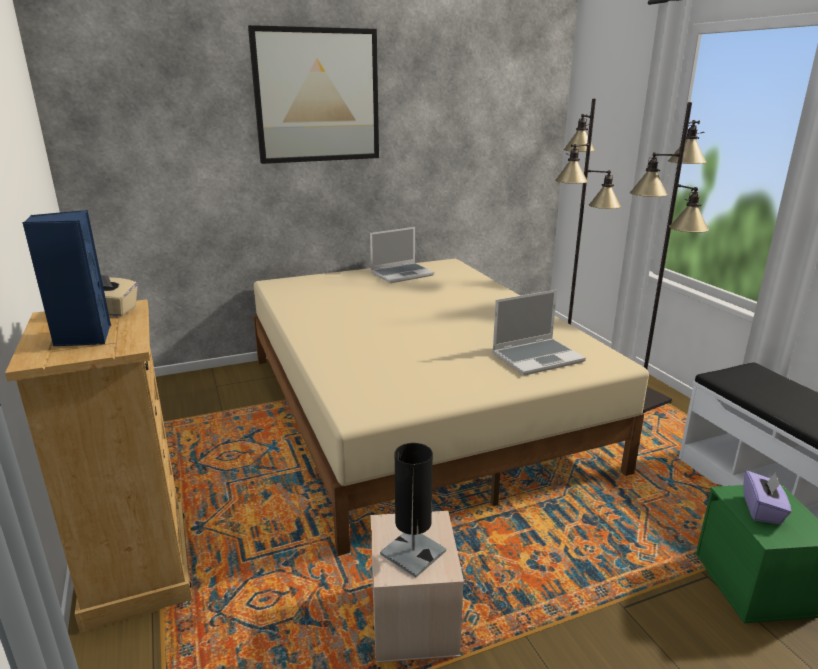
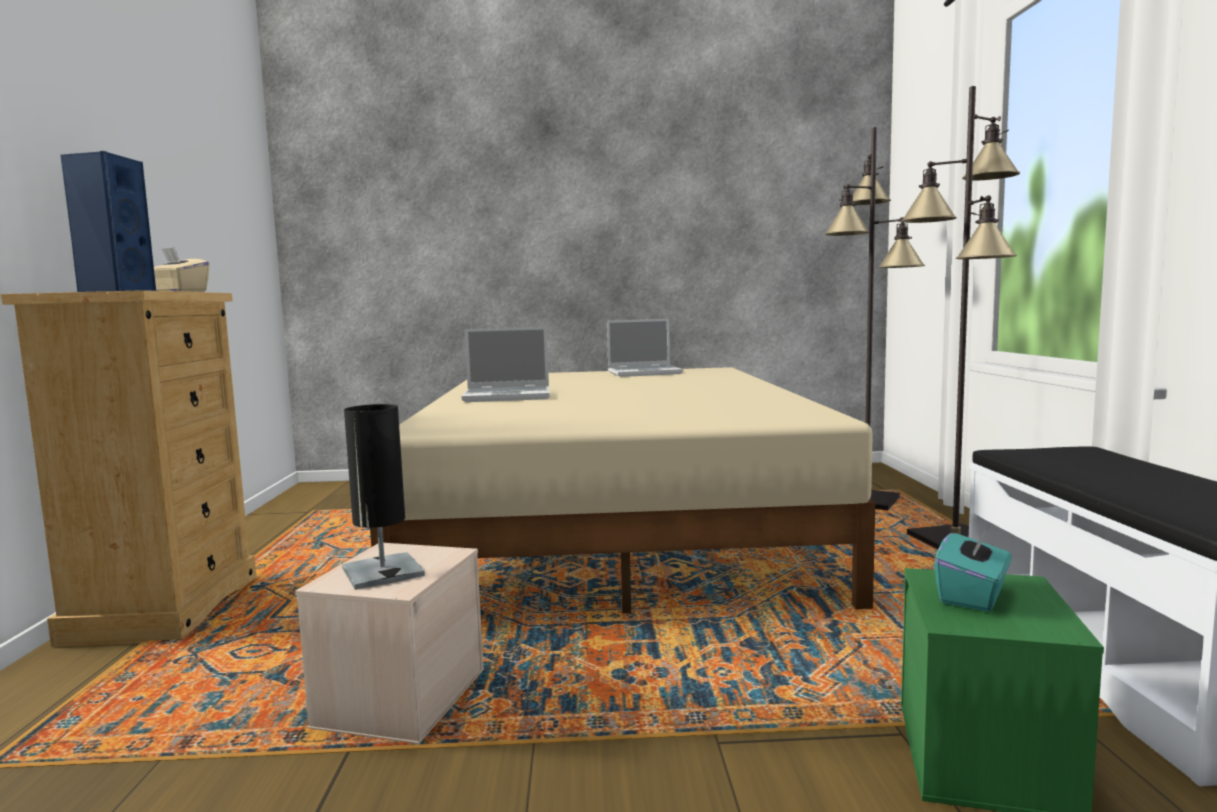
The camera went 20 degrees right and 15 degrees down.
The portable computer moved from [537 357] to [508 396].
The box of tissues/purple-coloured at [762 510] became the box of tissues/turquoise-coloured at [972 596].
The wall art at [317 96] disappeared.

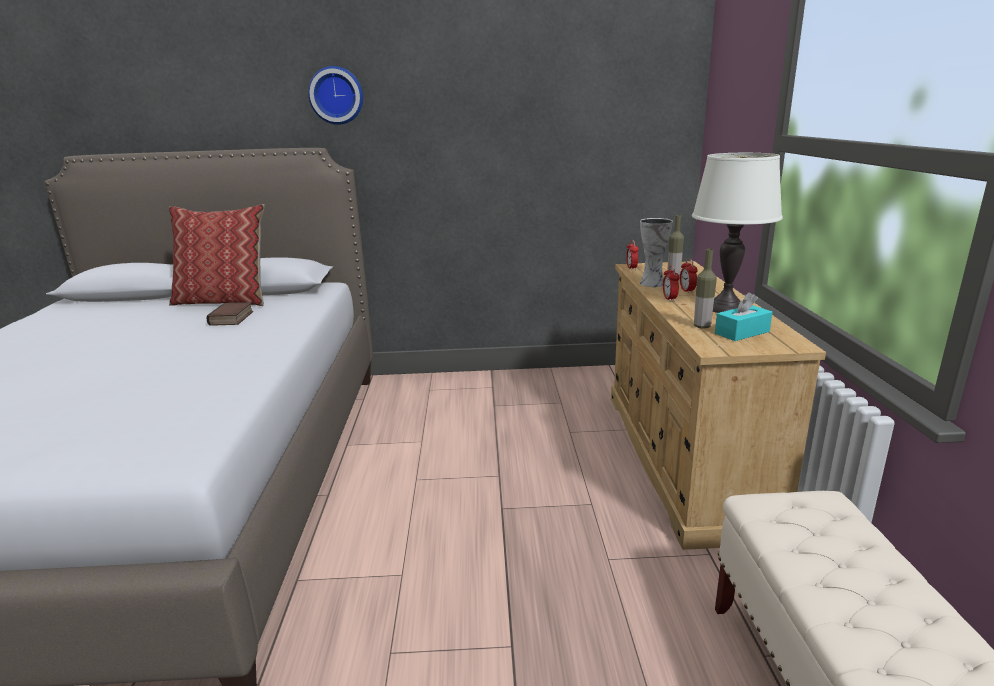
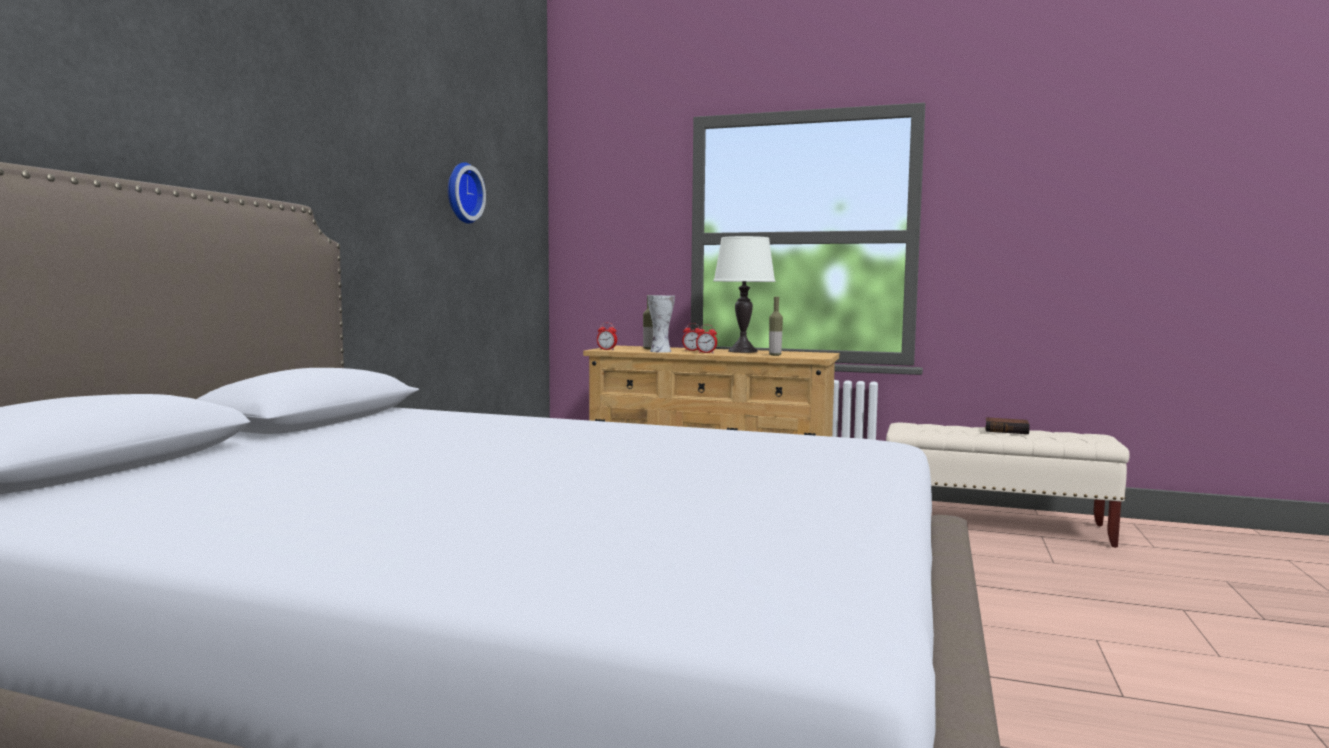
The camera went 70 degrees left and 15 degrees down.
The hanging clock moved from [336 95] to [461 193].
The volume moved from [232 318] to [1007 430].
The throw pillow at [225 301] disappeared.
The box of tissues/turquoise-coloured at [742 332] disappeared.

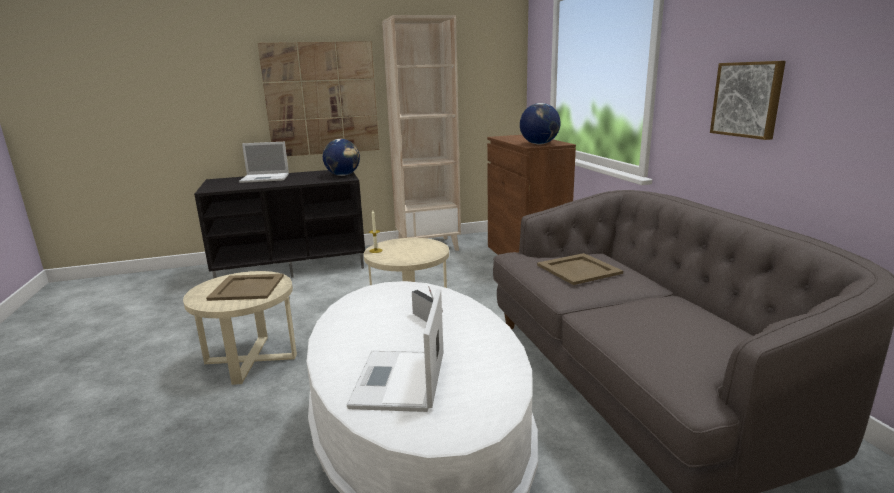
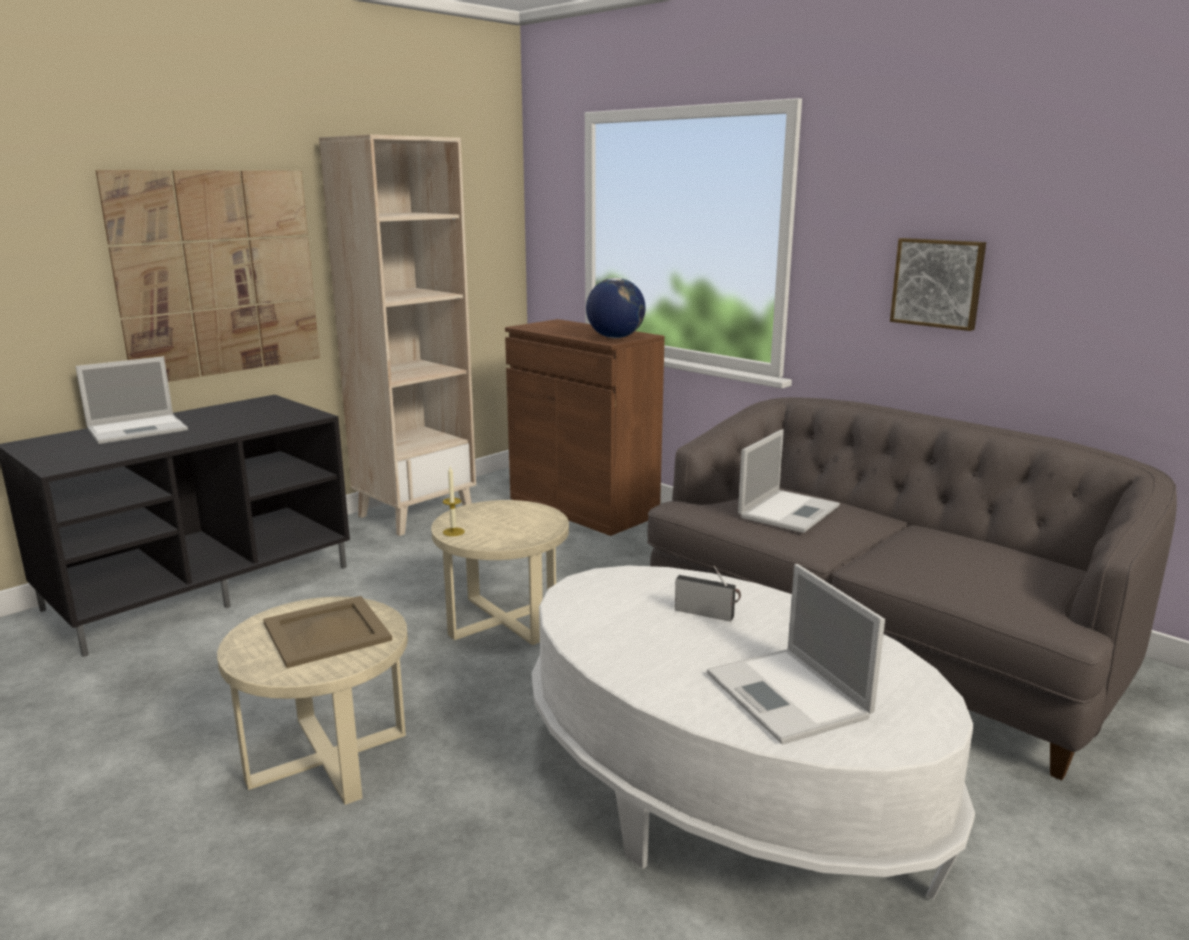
The camera went 30 degrees left and 0 degrees up.
The serving tray/beige at [579 269] was replaced by the portable computer at [789 511].
The desk globe at [343 175] disappeared.

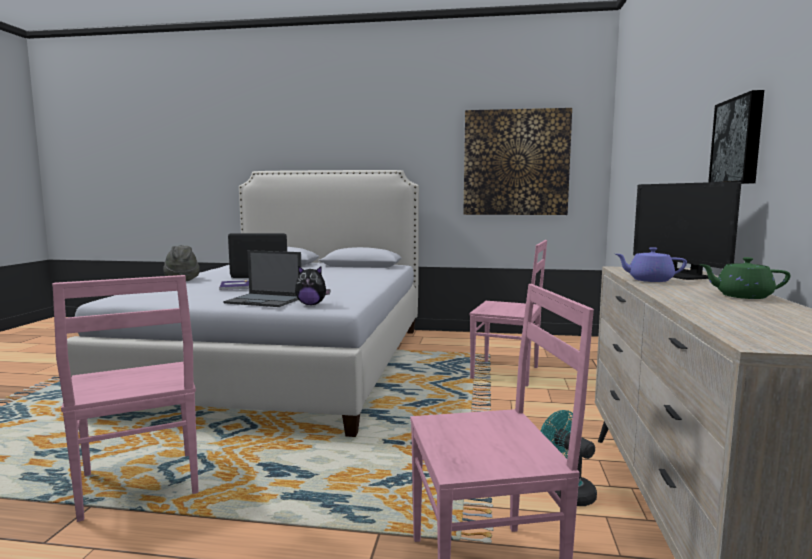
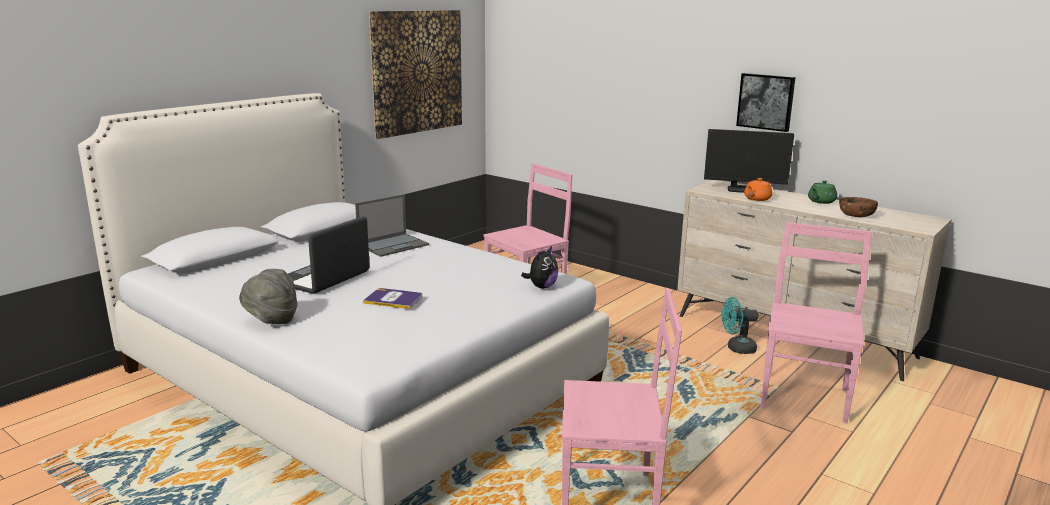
The camera went 60 degrees left and 10 degrees up.
The portable computer moved from [265 301] to [394 245].
The teapot/purple-coloured at [649 280] became the teapot/orangey at [757 199].
The bowl/brown at [856 215] appeared.

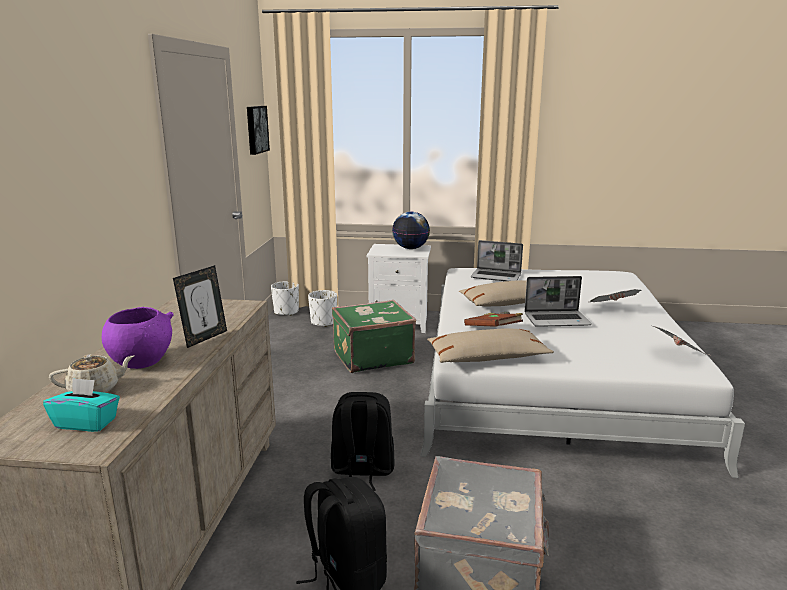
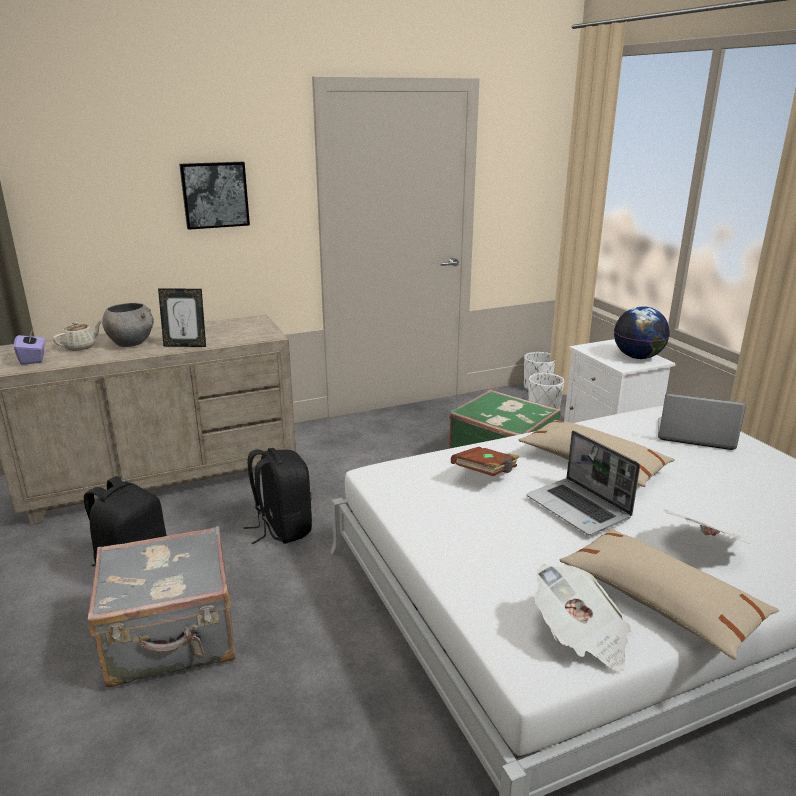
The camera went 60 degrees right and 5 degrees up.
The box of tissues/turquoise-coloured at [86 423] became the box of tissues/purple-coloured at [33 359].
The teapot/beige at [95 390] turned 90 degrees counterclockwise.
The bowl/purple-coloured at [141 361] became the bowl/grey at [131 343].
The wall art moved from [256 129] to [214 195].
The throw pillow/beige moved from [487 357] to [660 602].
The portable computer at [496 276] turned 120 degrees clockwise.

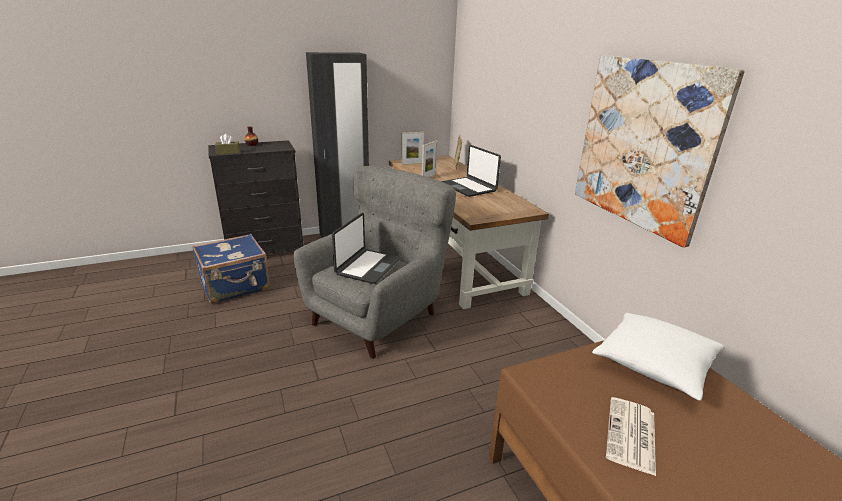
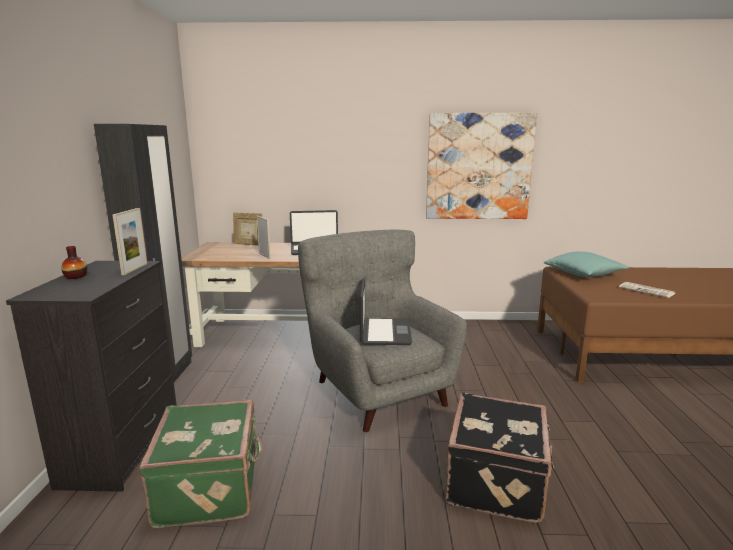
The camera went 65 degrees left and 10 degrees down.
The picture frame moved from [412 164] to [135 269].
The travel case/blue-coloured at [235 286] became the travel case/green-coloured at [211 487].
The portable computer at [367 267] turned 45 degrees clockwise.
The travel case/black-coloured at [497 482] appeared.
The throw pillow/whitish at [654 364] became the throw pillow/turquoise-coloured at [584 274].
The box of tissues/brown at [228 152] disappeared.

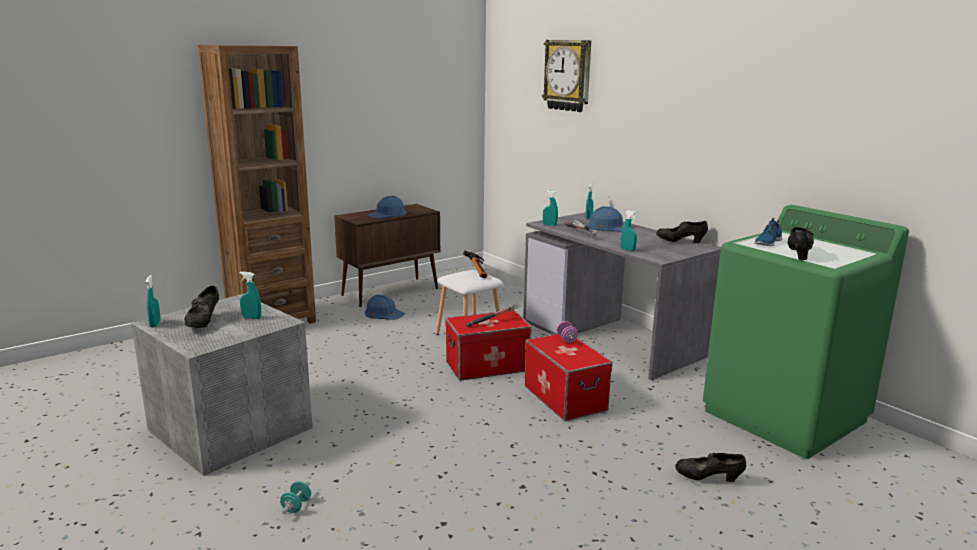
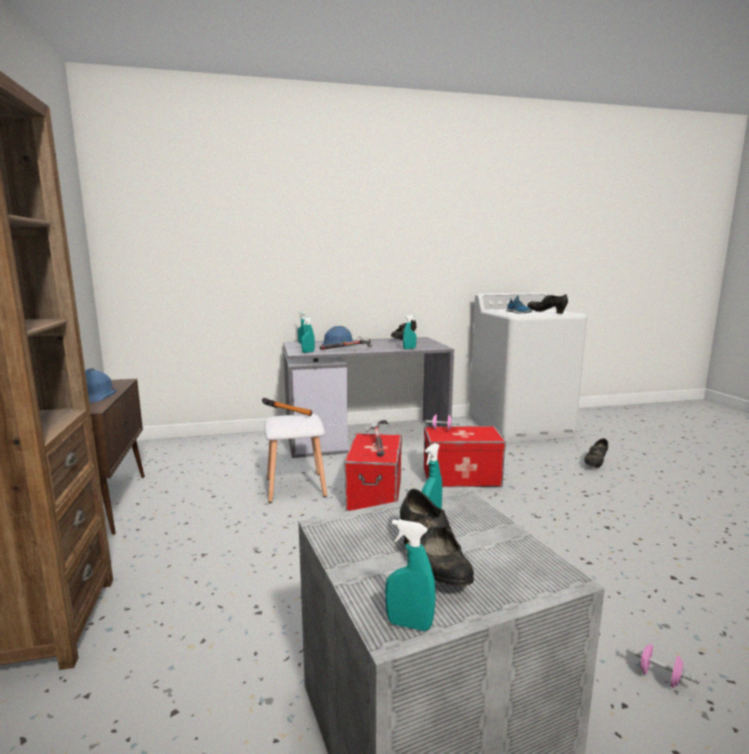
The camera went 65 degrees left and 5 degrees down.
The low shoe/black-coloured at [203 323] turned 45 degrees clockwise.
The washing machine/green-coloured at [785 416] became the washing machine/whitish at [520 426].
The dumbbell/turquoise-coloured at [296 506] became the dumbbell/pinkish at [659 677].
The safety helmet/blue-coloured at [383 313] disappeared.
The hanging clock at [568 75] disappeared.

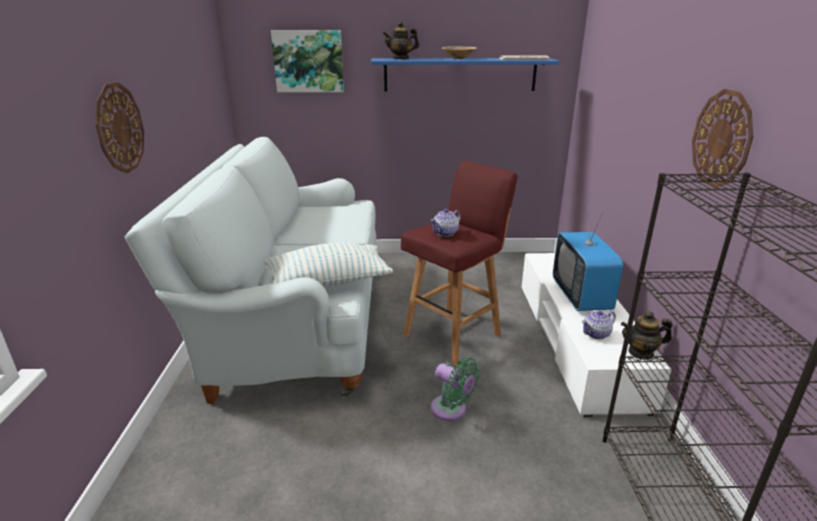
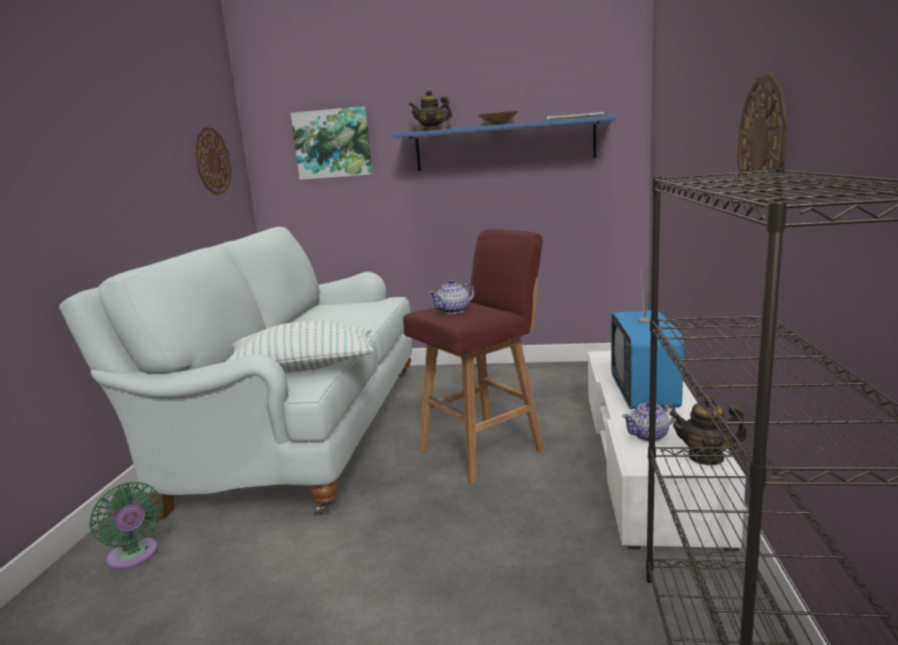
The camera went 10 degrees right and 10 degrees down.
The fan/green-coloured moved from [451 410] to [134 557].
The hanging clock moved from [119 128] to [212 161].

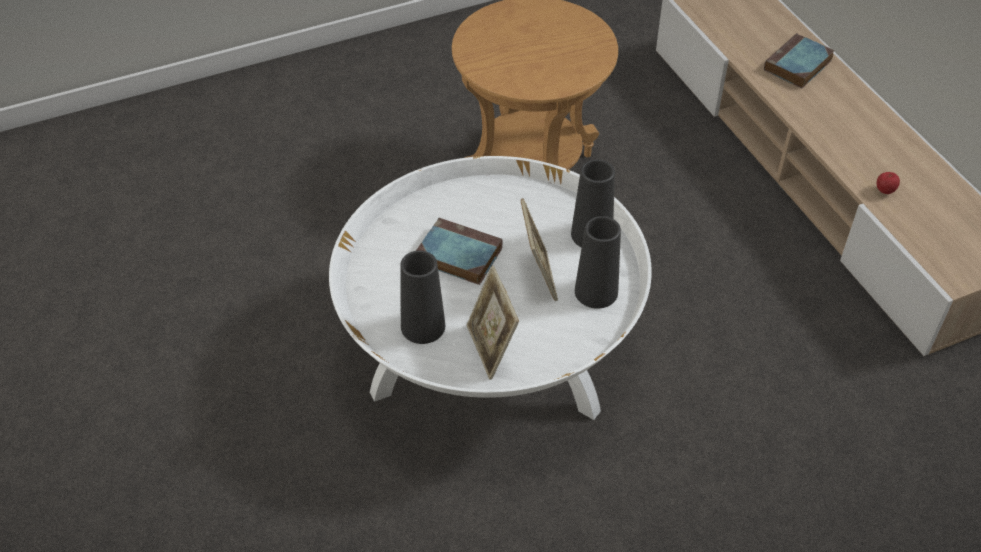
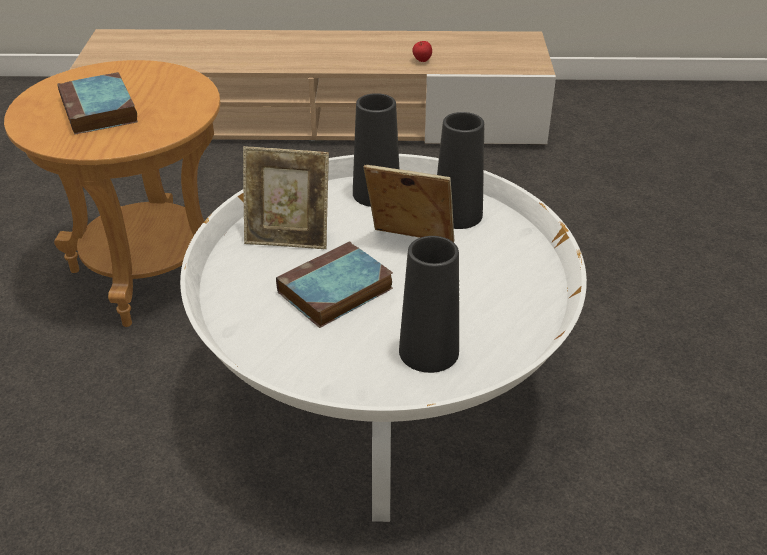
The camera went 65 degrees left and 10 degrees down.
The volume moved from [797 66] to [100 111].
The picture frame moved from [491 349] to [288 237].

